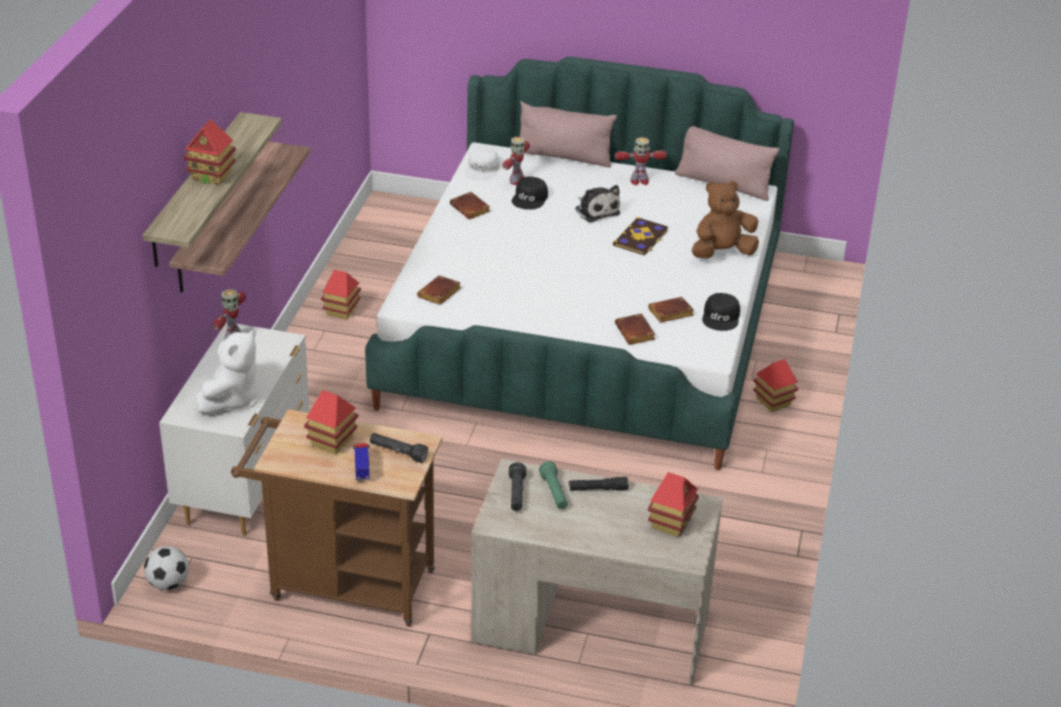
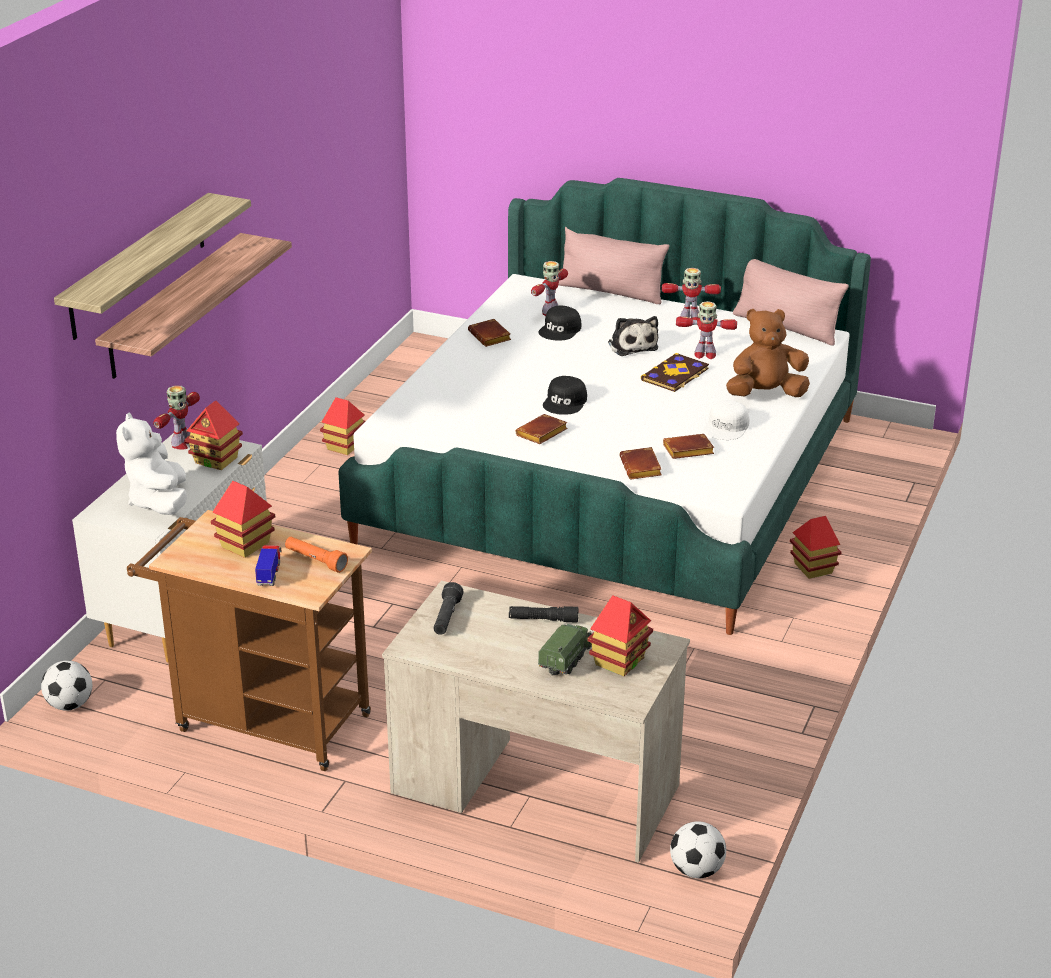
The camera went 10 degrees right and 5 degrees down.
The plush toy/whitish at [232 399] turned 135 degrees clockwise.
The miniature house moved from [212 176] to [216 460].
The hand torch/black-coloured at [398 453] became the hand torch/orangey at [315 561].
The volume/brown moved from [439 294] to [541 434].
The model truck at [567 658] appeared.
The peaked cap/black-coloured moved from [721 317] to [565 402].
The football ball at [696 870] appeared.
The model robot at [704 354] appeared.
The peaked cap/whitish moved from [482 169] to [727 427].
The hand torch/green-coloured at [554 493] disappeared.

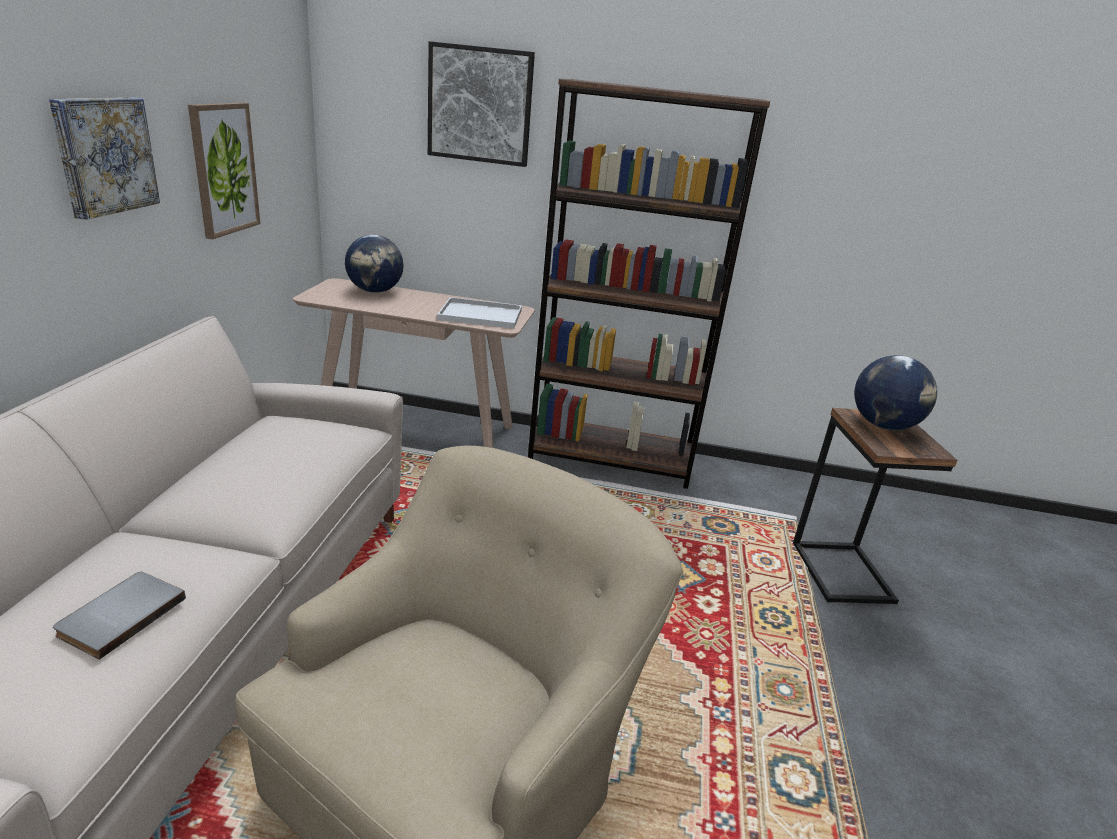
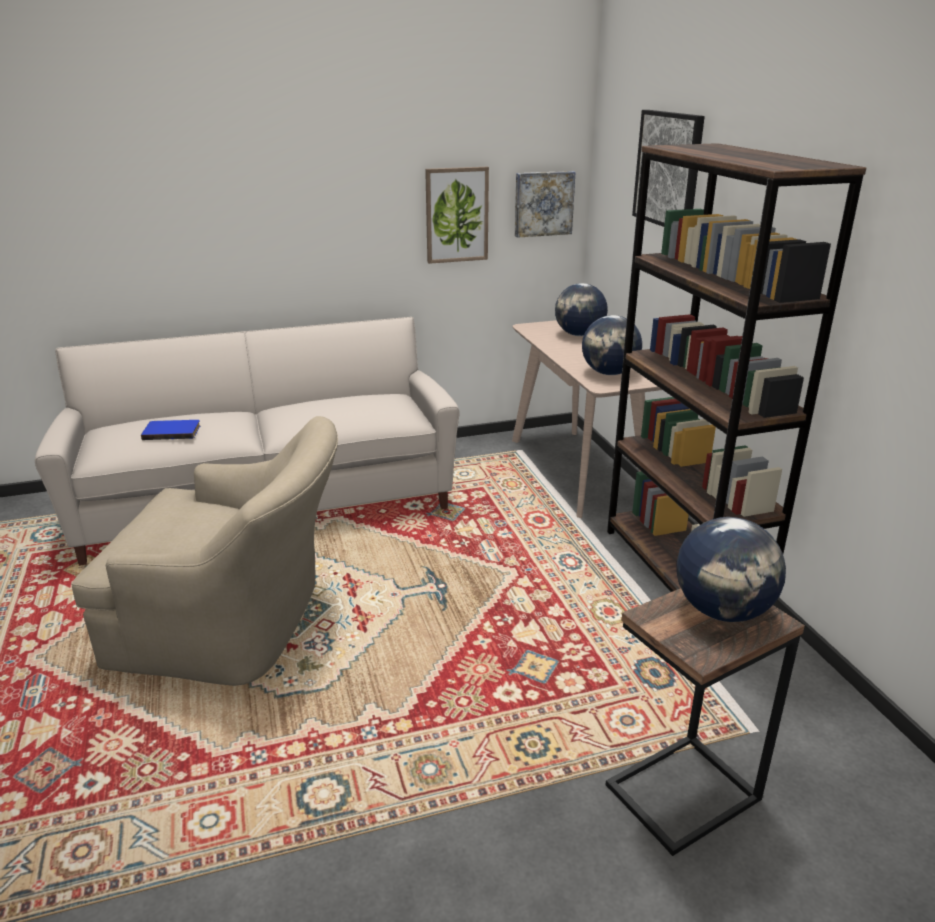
The camera went 65 degrees right and 0 degrees up.
The volume/grey at [119 615] became the volume/blue-coloured at [172 431].
The wall art moved from [104 155] to [543 203].
The serving tray/whitish at [482 315] was replaced by the desk globe at [609 373].

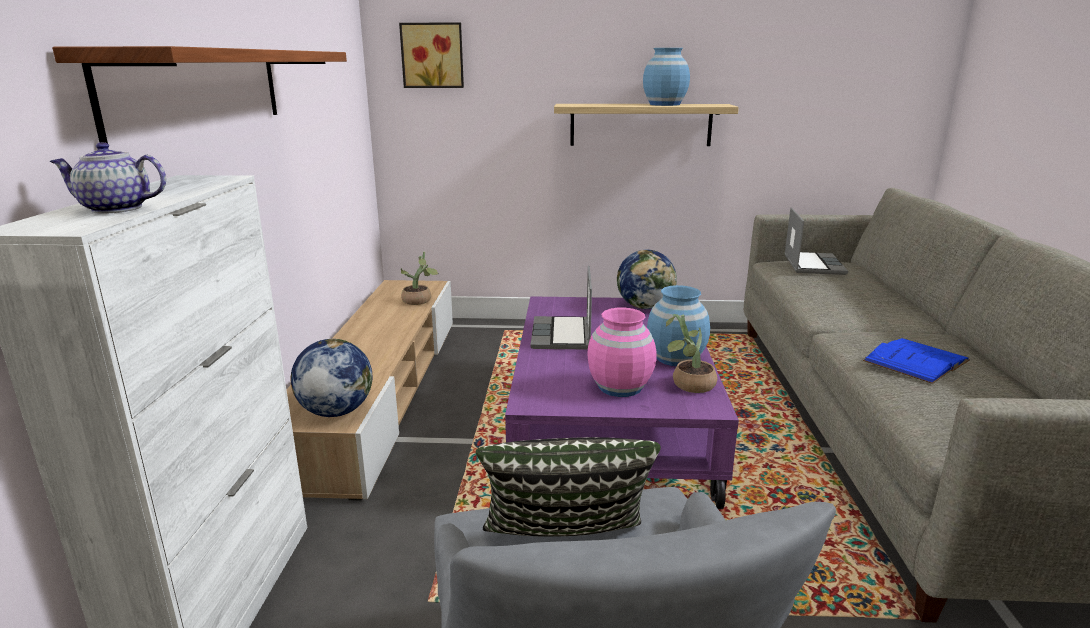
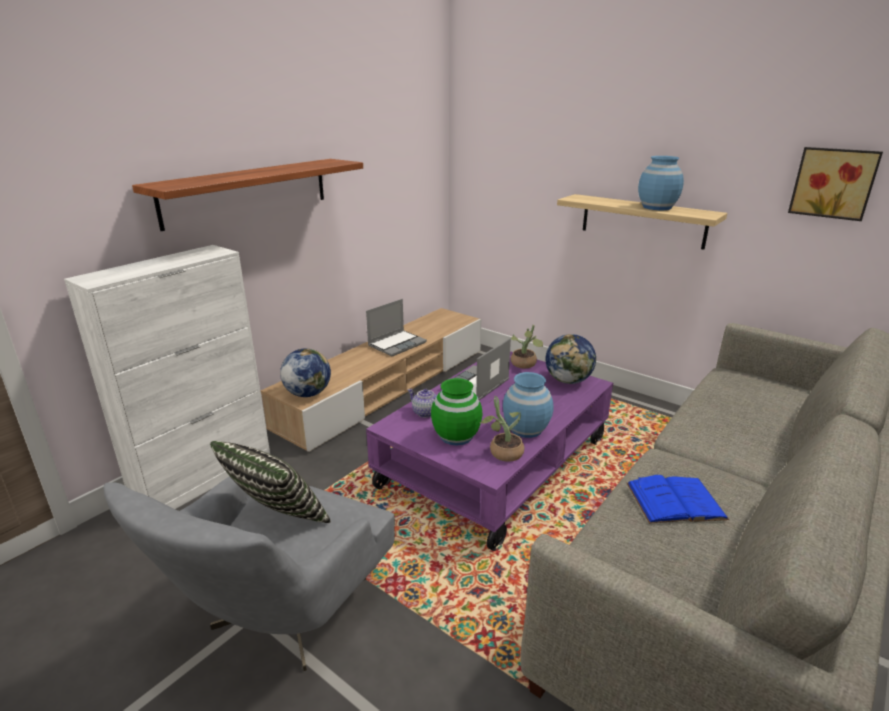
The camera went 35 degrees right and 5 degrees up.
The portable computer moved from [812 265] to [397 344].
The teapot moved from [115 209] to [425 413].
The vase/pinkish at [620 387] became the vase/green-coloured at [456 436].
The potted plant moved from [419 301] to [525 365].
The wall art moved from [432 55] to [833 183].

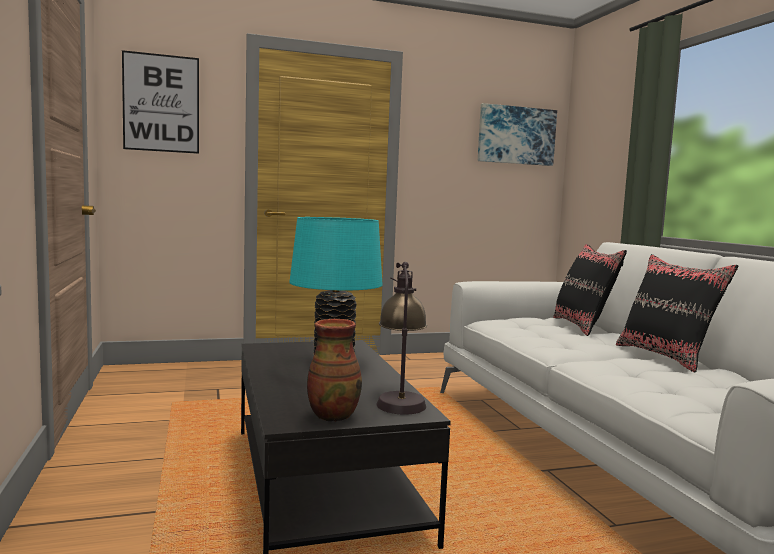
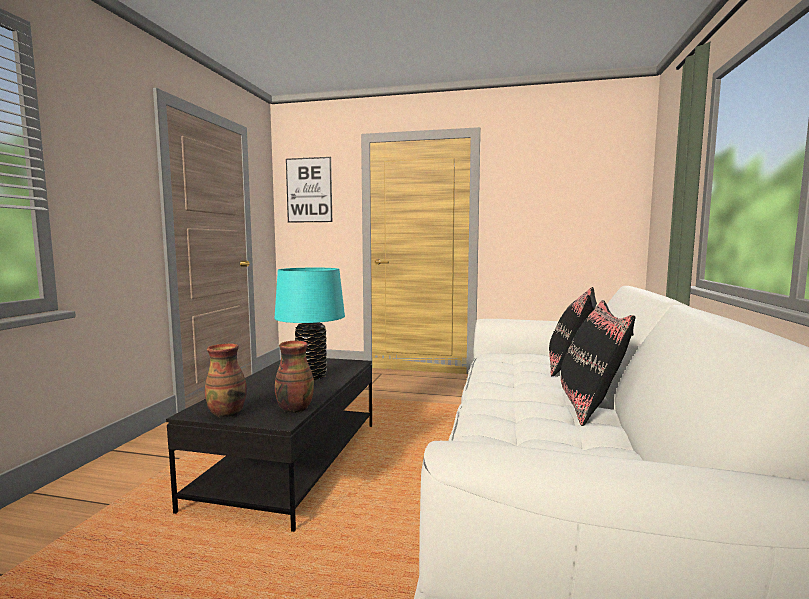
The camera went 30 degrees right and 0 degrees up.
The table lamp at [400 399] was replaced by the vase at [294 409].
The wall art at [516 135] disappeared.

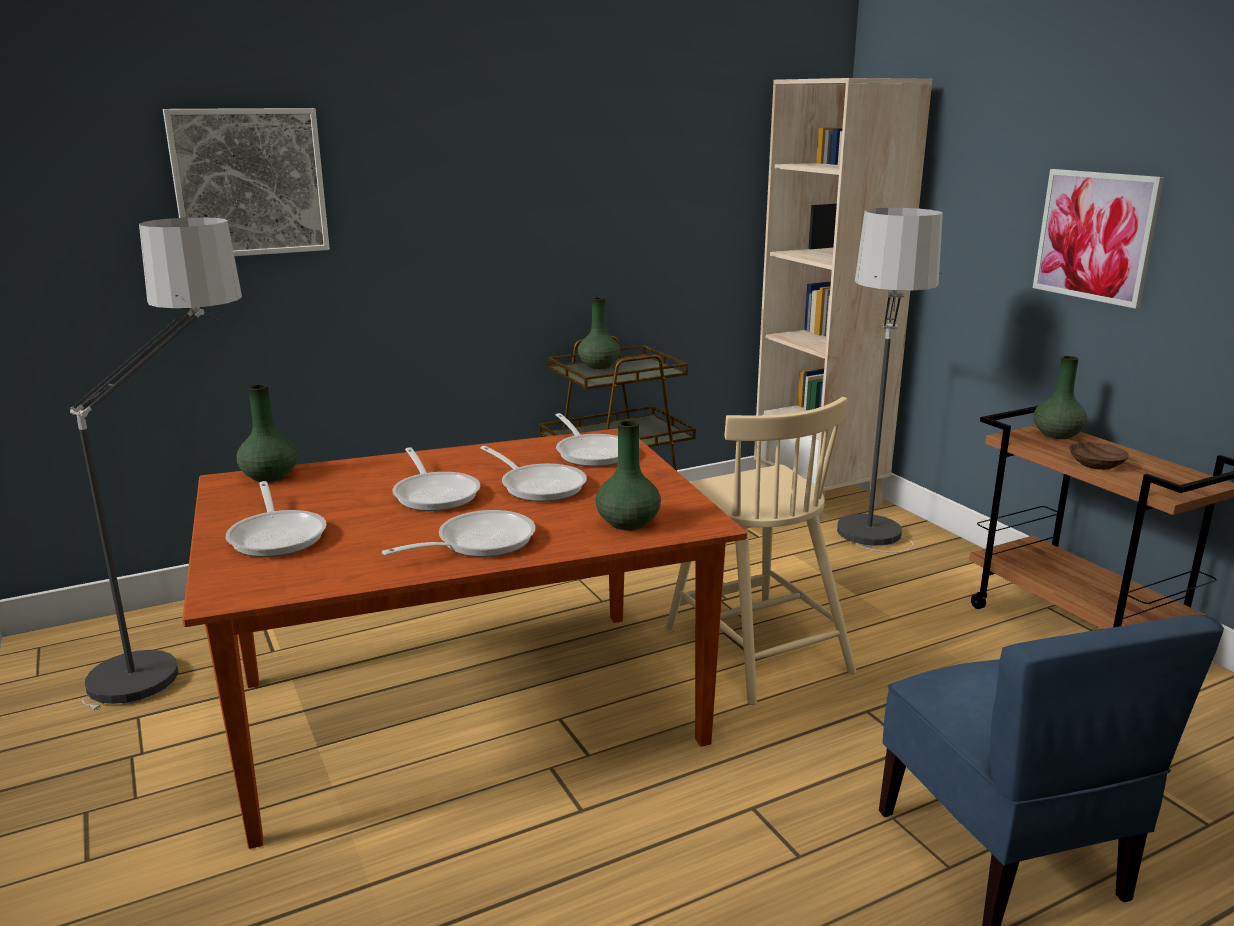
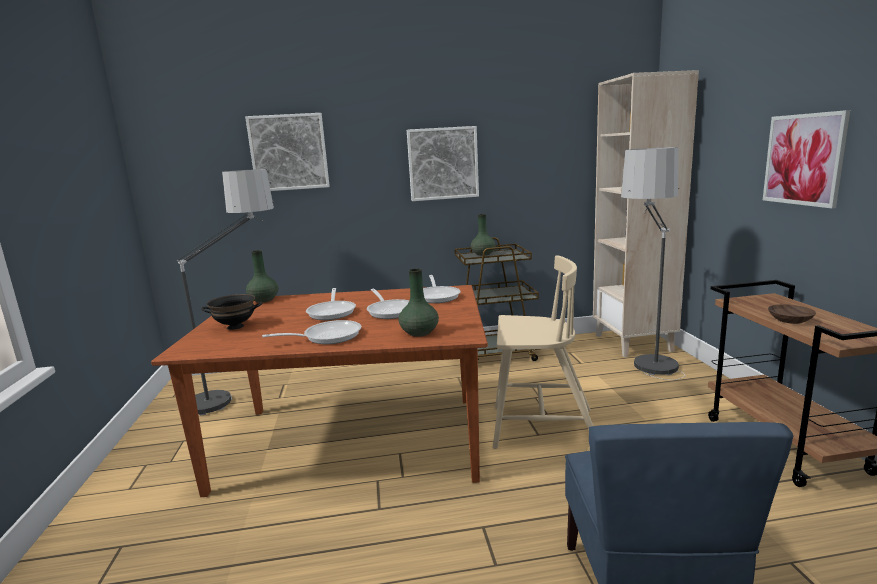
The camera went 20 degrees right and 5 degrees down.
The frying pan at [278 536] was replaced by the bowl/black-coloured at [236 326].
The wall art at [443 163] appeared.
The plain chair/beige at [755 648] turned 75 degrees counterclockwise.
The vase/green-coloured at [1057 435] disappeared.

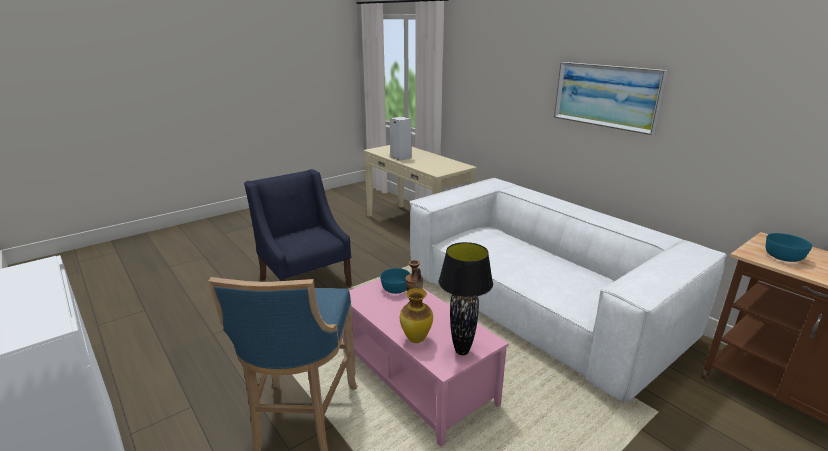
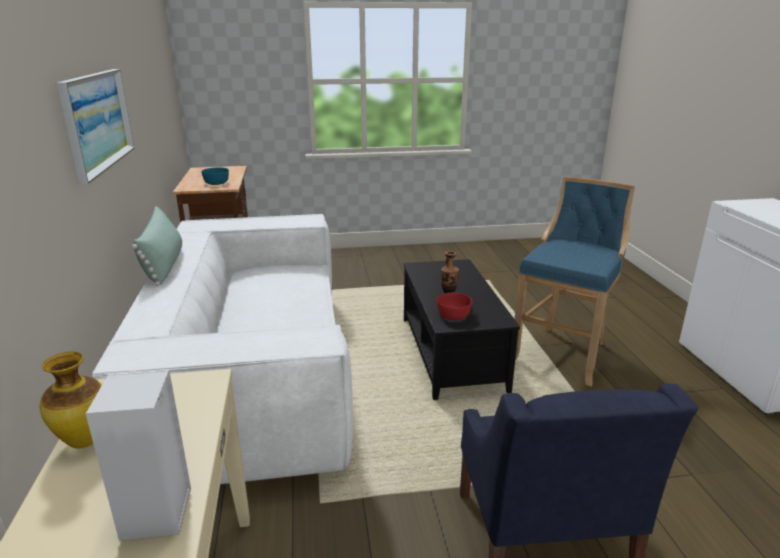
The camera went 150 degrees left and 0 degrees up.
The vase moved from [415 339] to [84 442].
The throw pillow/green-coloured at [164 265] appeared.
The coffee table/pinkish at [417 376] became the coffee table/black-coloured at [450 353].
The bowl/turquoise-coloured at [396 288] became the bowl/red-coloured at [453 315].
The table lamp/black-coloured at [462 351] disappeared.

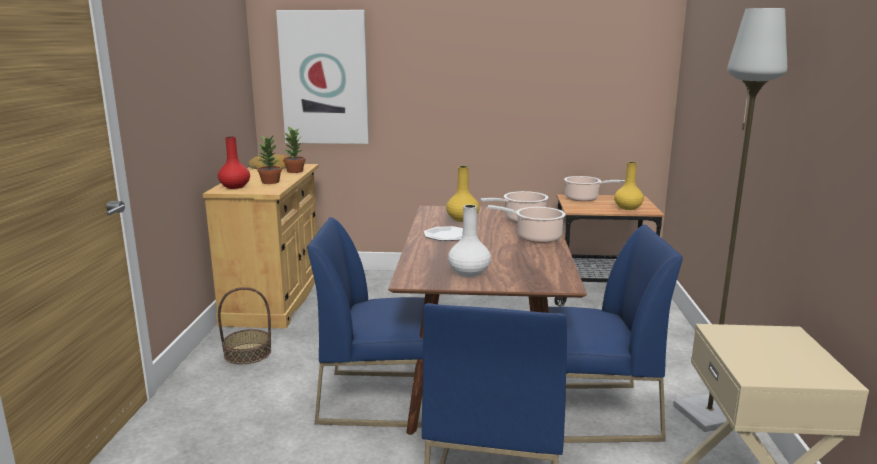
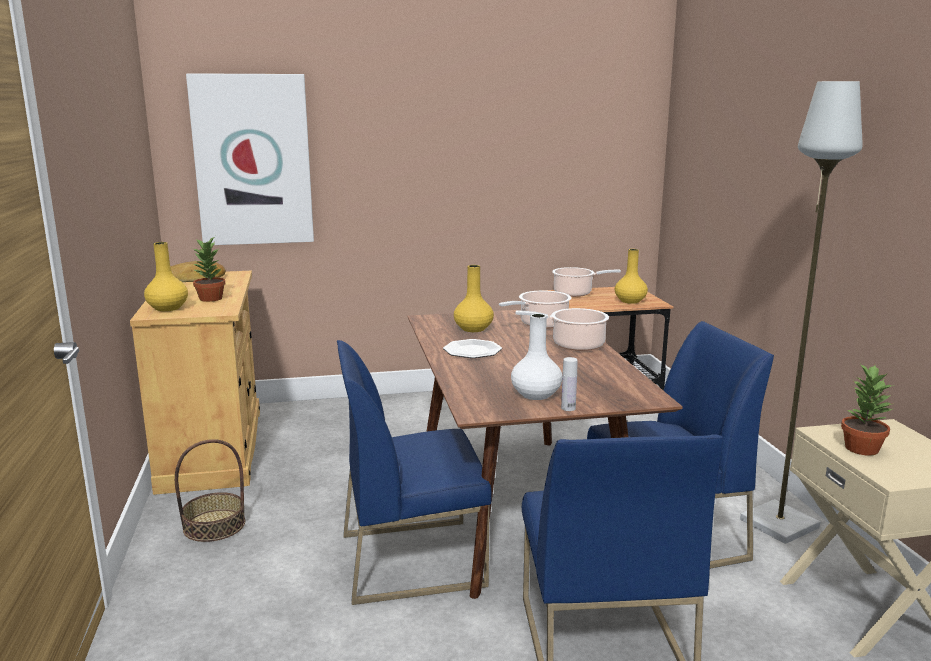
The camera went 15 degrees left and 0 degrees up.
The vase/red-coloured at [235 187] became the vase/yellowish at [168 308].
The bottle/whitish at [568 408] appeared.
The potted plant moved from [295 171] to [861 448].

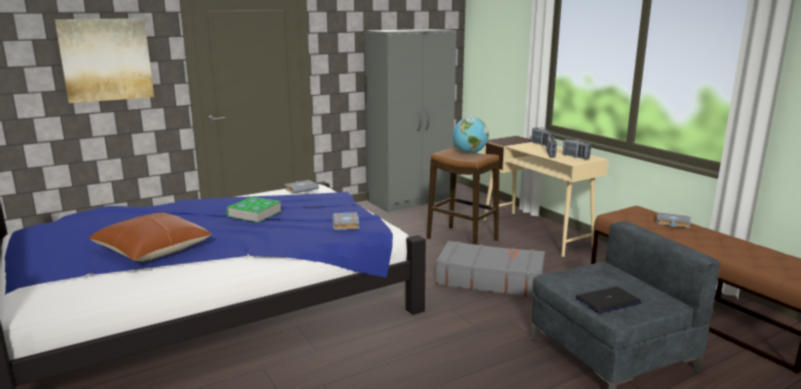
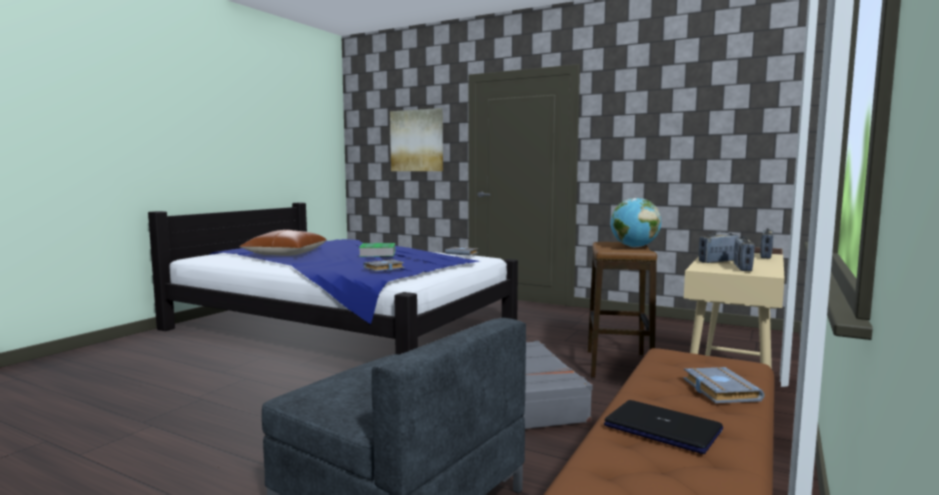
The camera went 60 degrees right and 10 degrees down.
The portable computer moved from [608 301] to [663 428].
The armoire/grey at [410 200] disappeared.

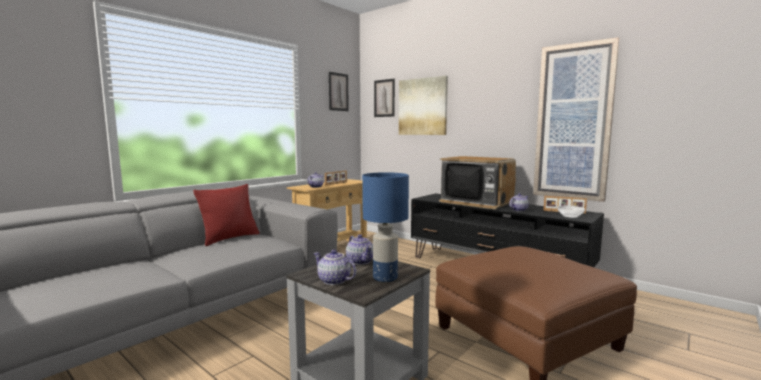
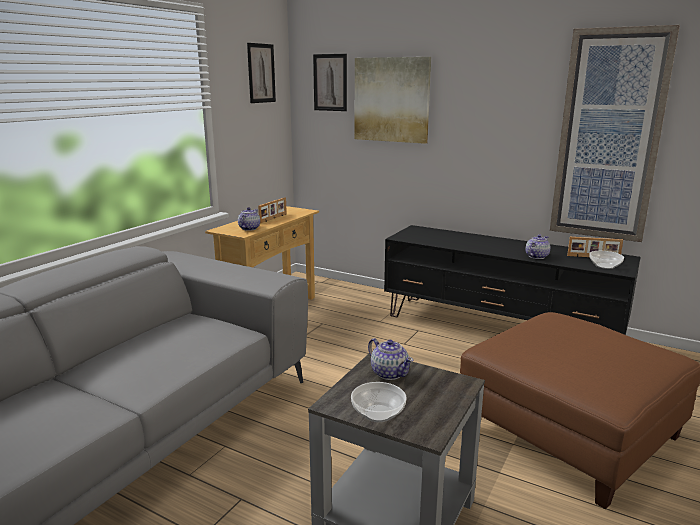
The camera went 10 degrees left and 10 degrees up.
The teapot at [334 281] was replaced by the bowl at [378 414].
The throw pillow/red-coloured at [230 238] disappeared.
The table lamp/blue-coloured at [384 277] disappeared.
The television at [476 202] disappeared.

